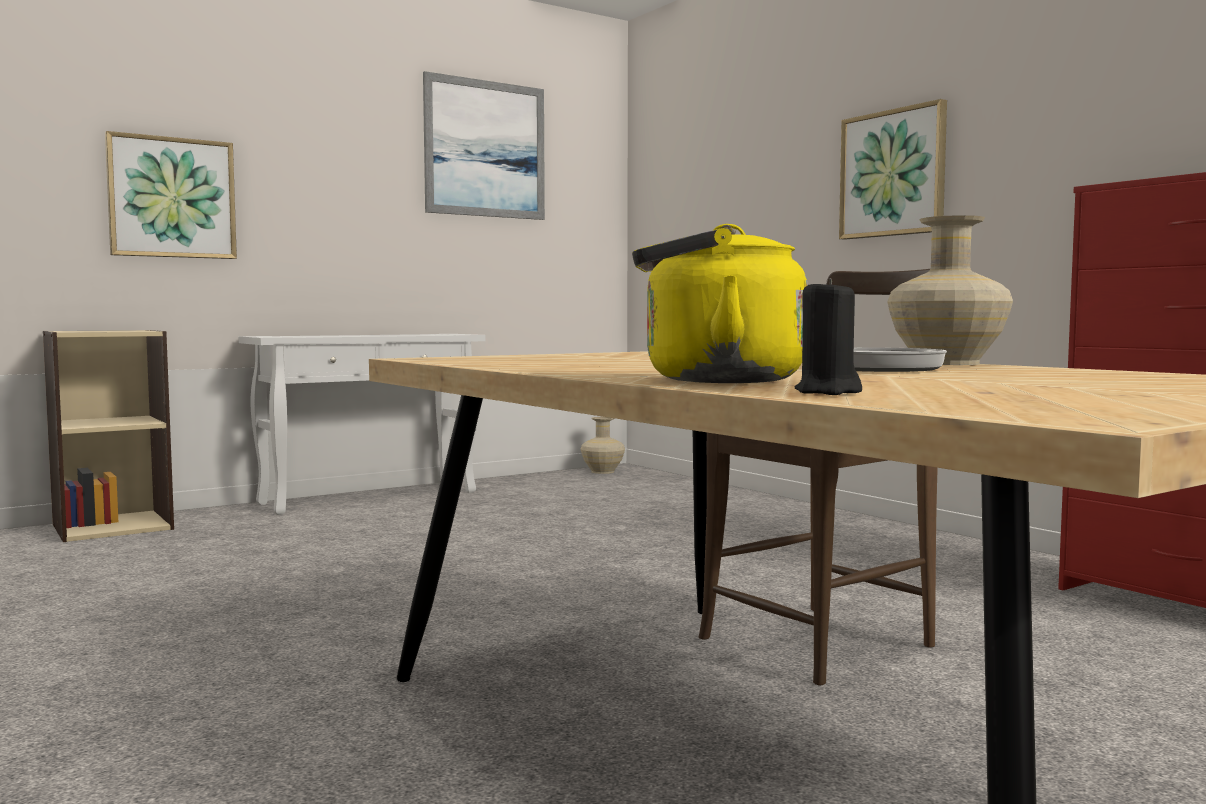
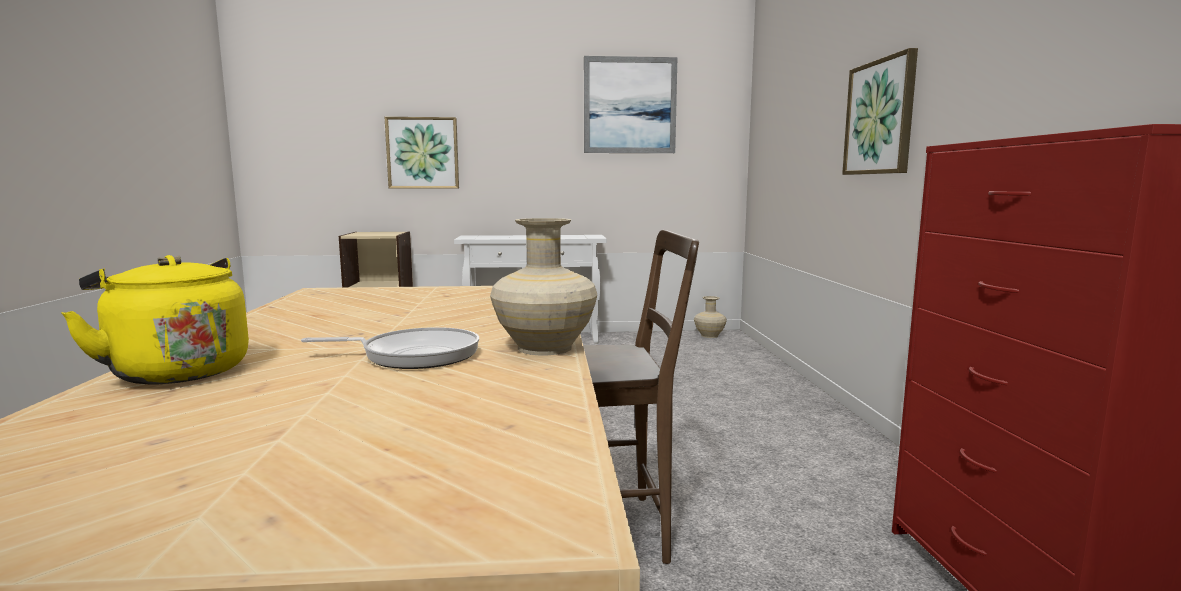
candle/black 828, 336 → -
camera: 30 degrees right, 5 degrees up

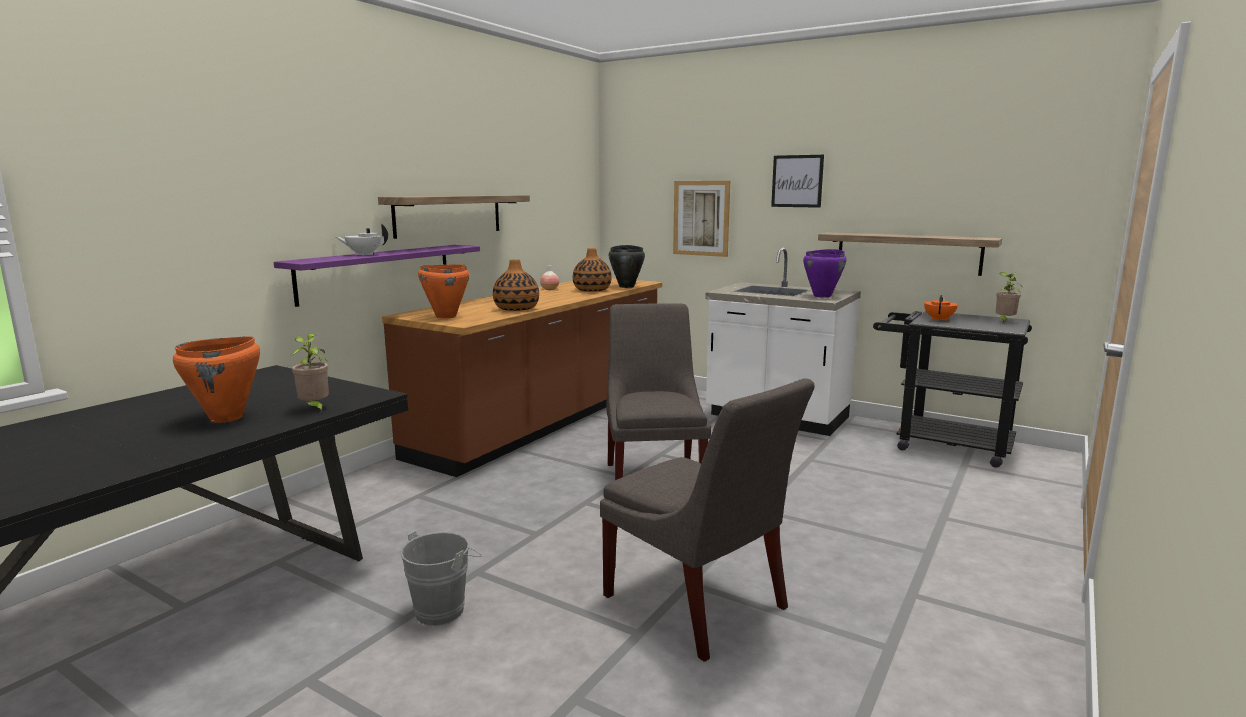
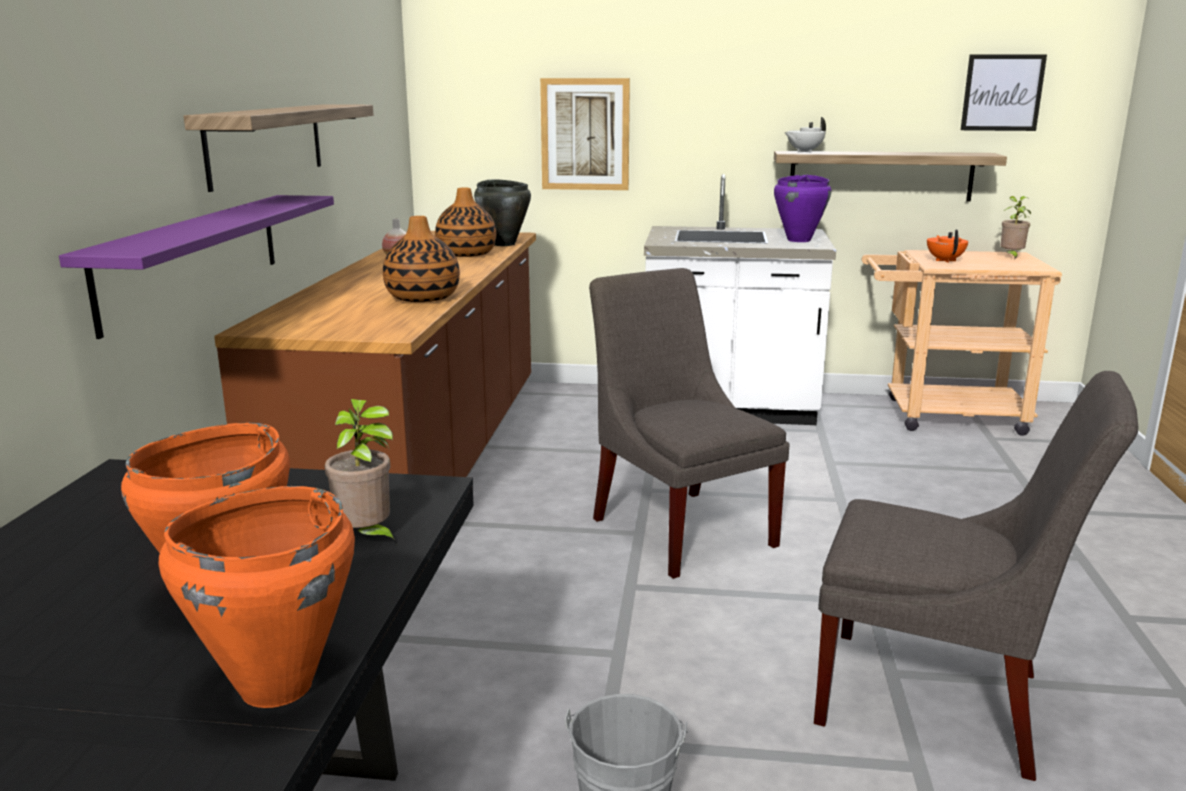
cooking pot/orange 443, 291 → cooking pot/orange 257, 597, move
teapot/white 362, 240 → teapot/white 805, 135, move
cart/black 952, 389 → cart/beige 962, 343
picture 797, 181 → picture 1004, 92, move
camera: 25 degrees left, 5 degrees up

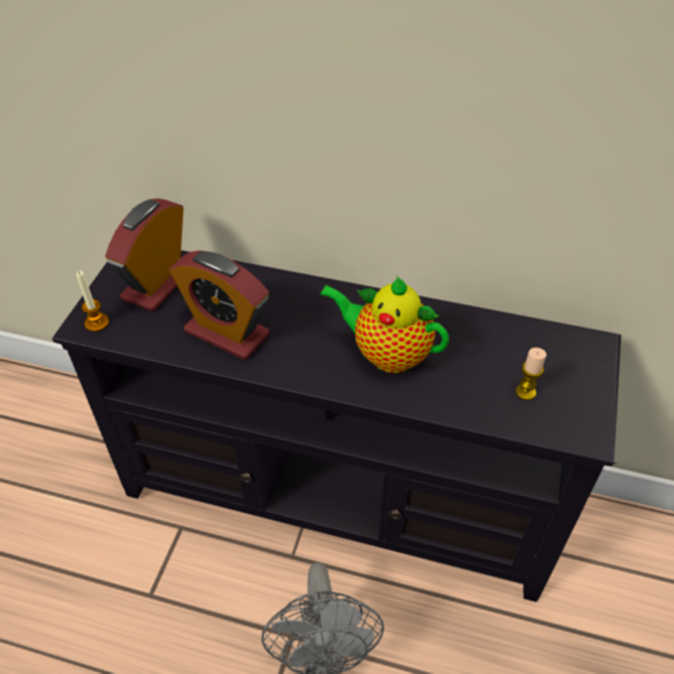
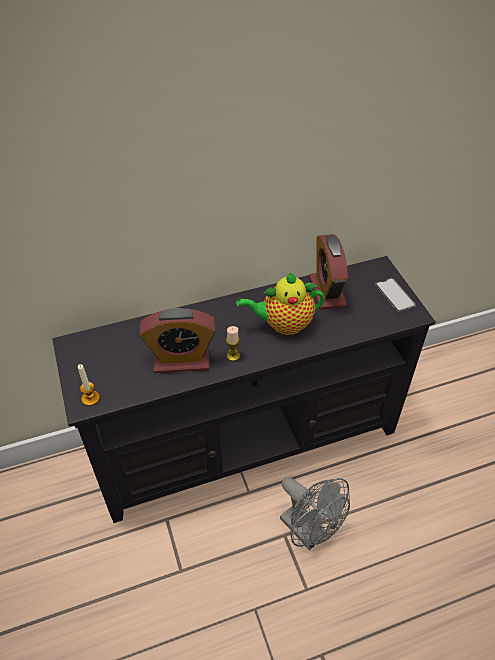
candle 531, 374 → candle 233, 343, move
alarm clock 144, 254 → alarm clock 328, 272, move
- → phone 395, 295
camera: 35 degrees left, 0 degrees up

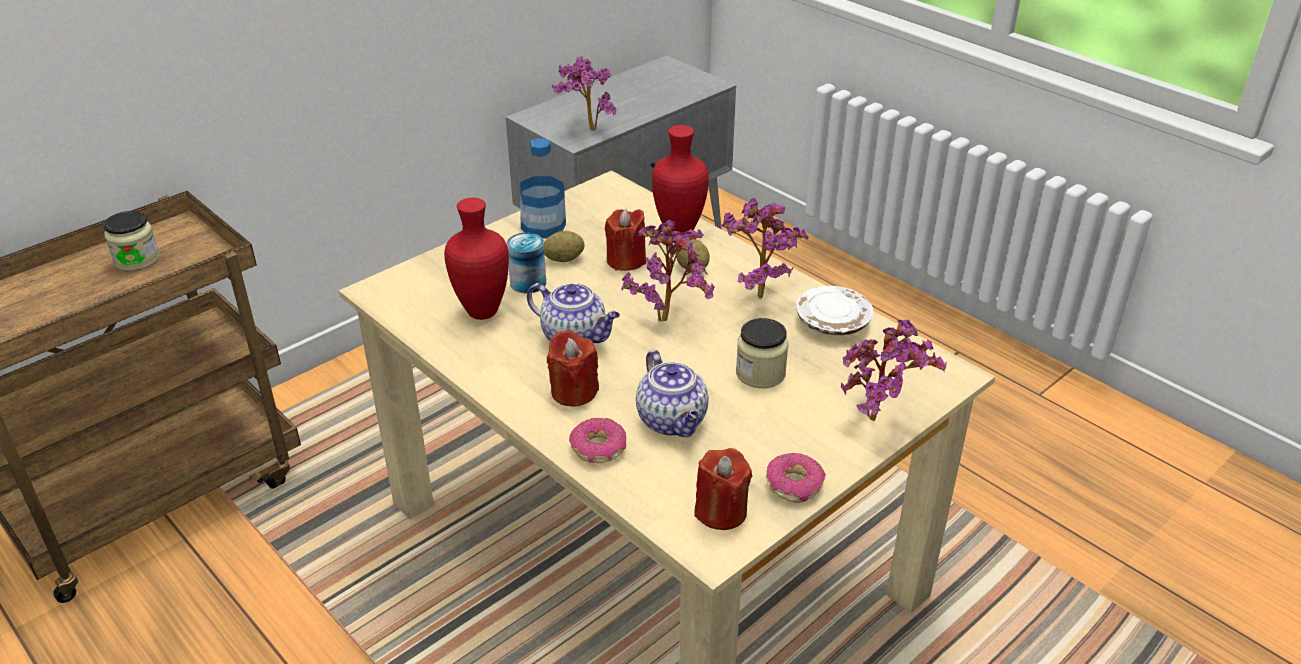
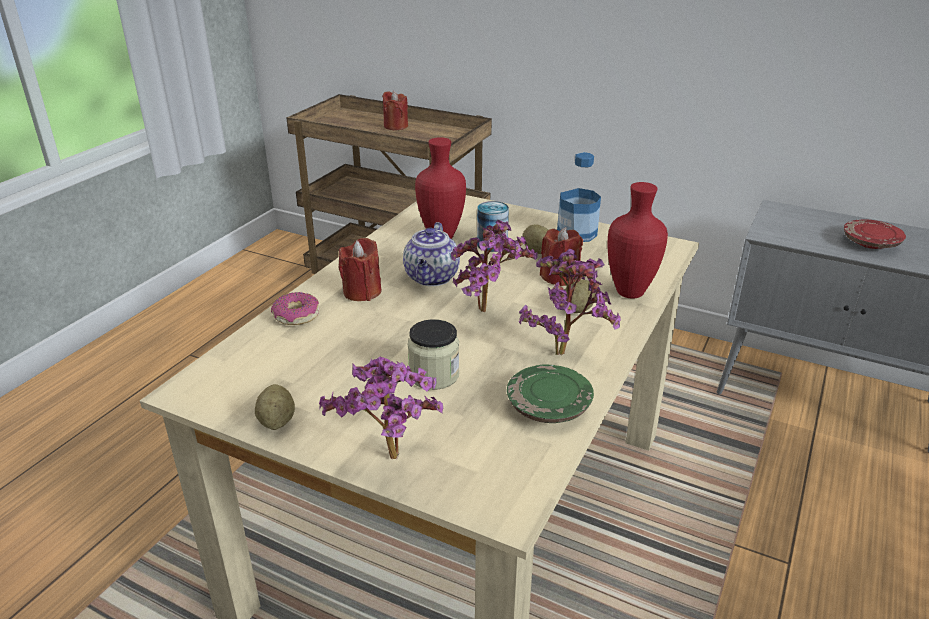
donut 796, 478 → potato 275, 407
candle/red 723, 489 → candle/red 395, 110, move
plate/white 834, 311 → plate/green 550, 394
- → plate/red 875, 234
jar 131, 241 → -
potted plant 584, 93 → -
teapot 672, 393 → -
camera: 70 degrees right, 5 degrees down

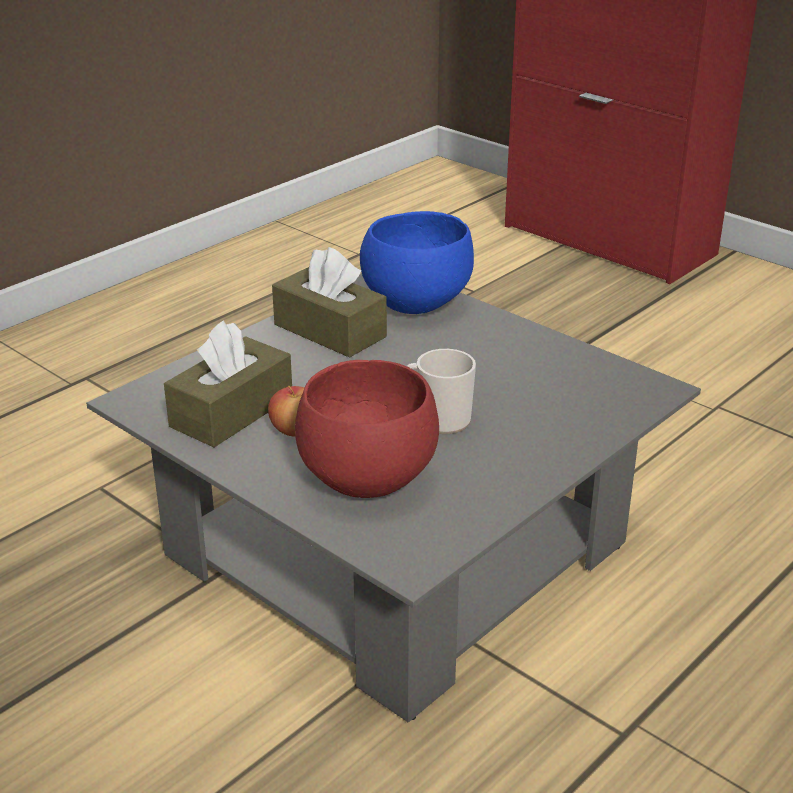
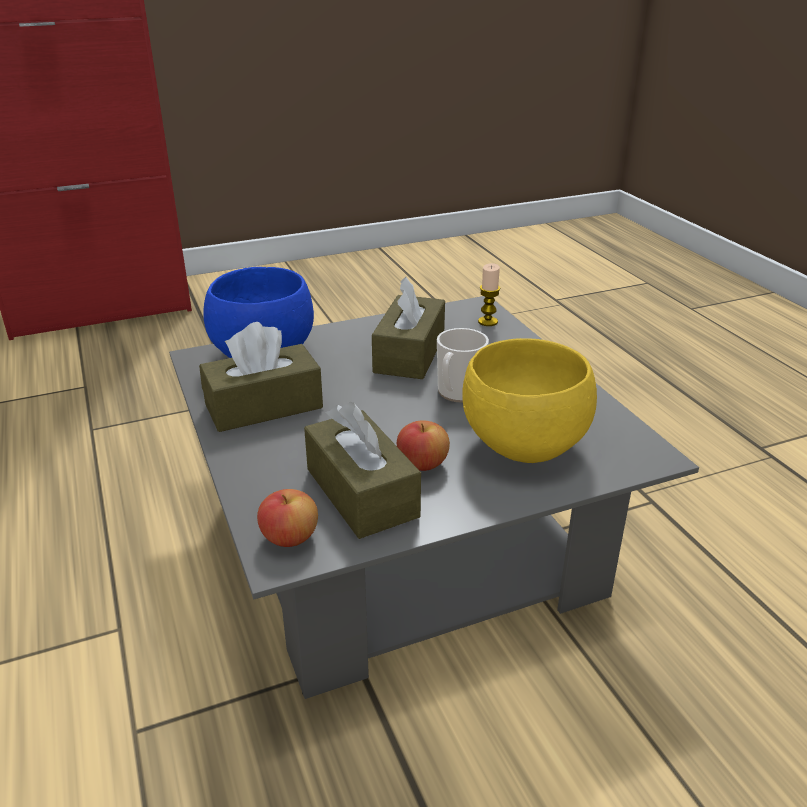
- → apple 287, 518
- → tissue box/brown 408, 328
bowl/red 367, 429 → bowl/yellow 529, 400
- → candle 489, 294
camera: 65 degrees left, 0 degrees up

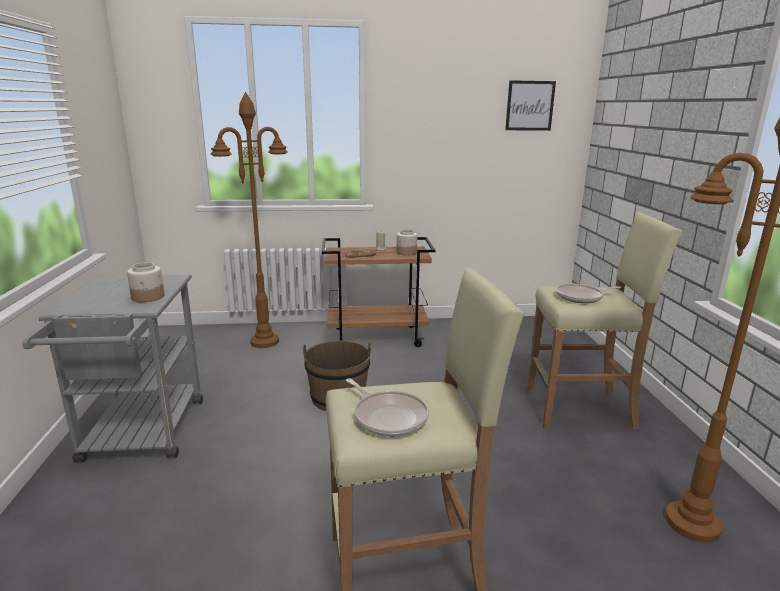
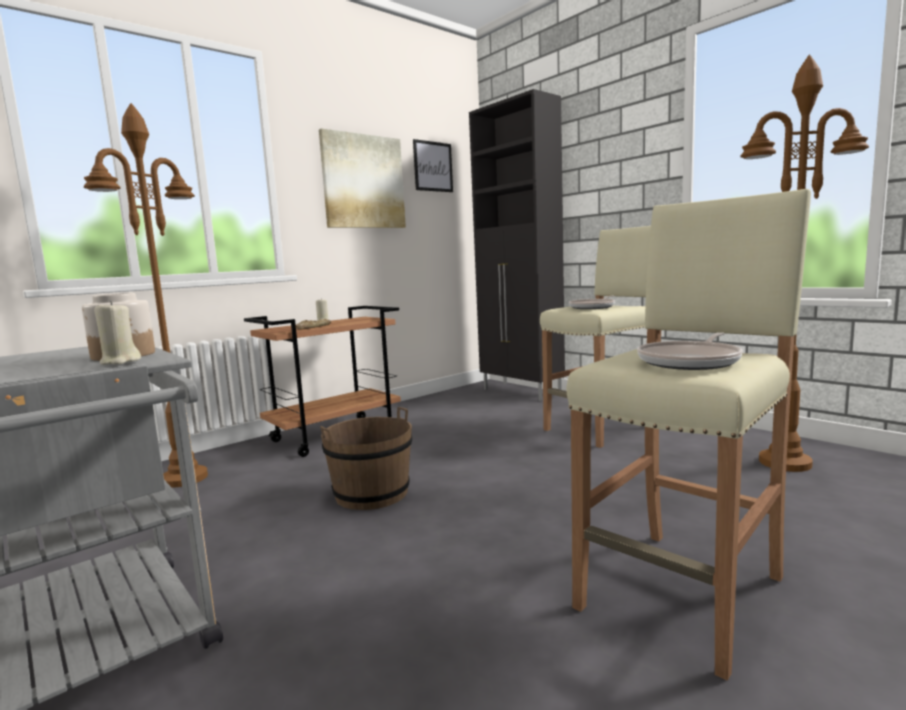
- → candle/beige 117, 333
- → picture 362, 178
- → cabinet/black 517, 245
frying pan 387, 407 → frying pan 690, 351, 120 degrees clockwise
jar 406, 243 → -
camera: 35 degrees left, 10 degrees down

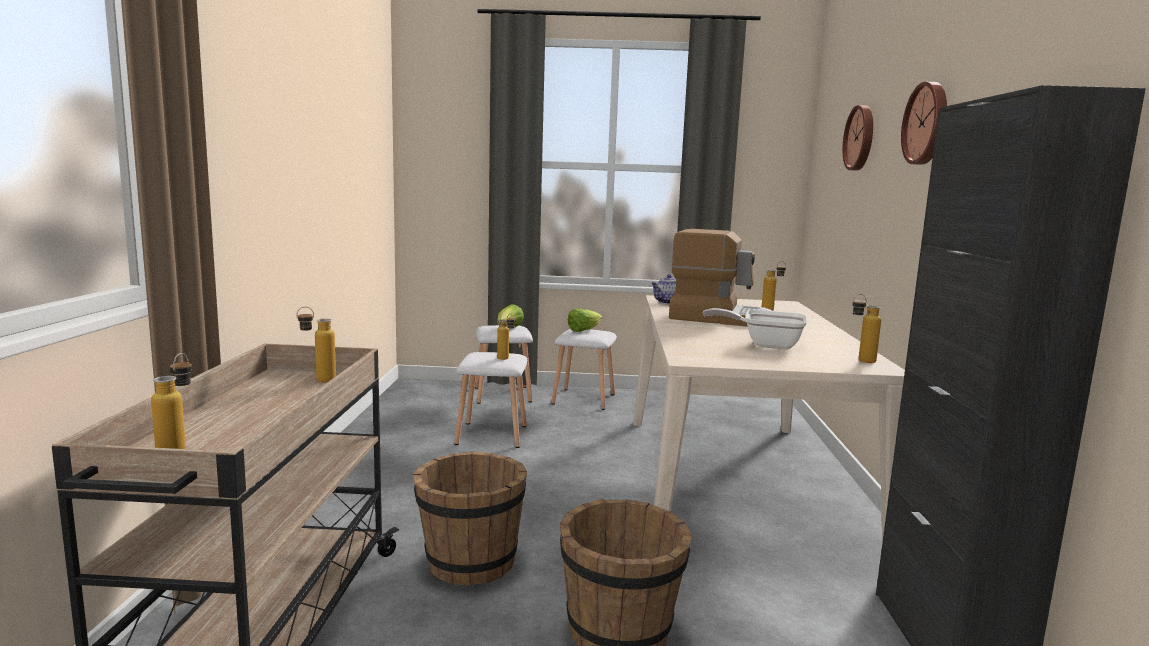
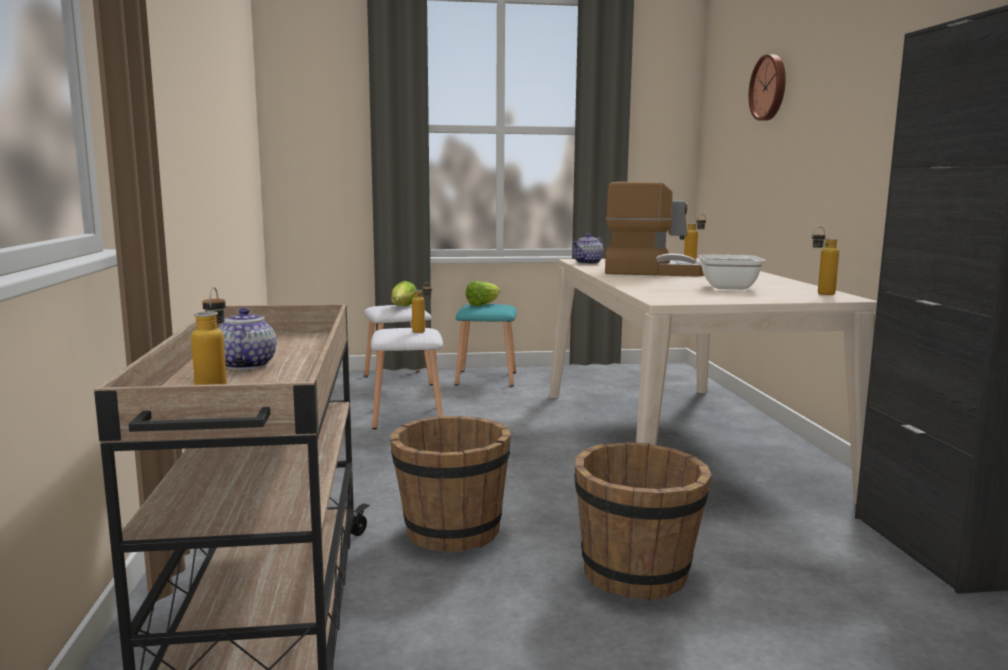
- → teapot 247, 339
stool/white 584, 369 → stool/turquoise 486, 345
bottle 316, 345 → -
wall clock 924, 123 → -
camera: 10 degrees left, 0 degrees up

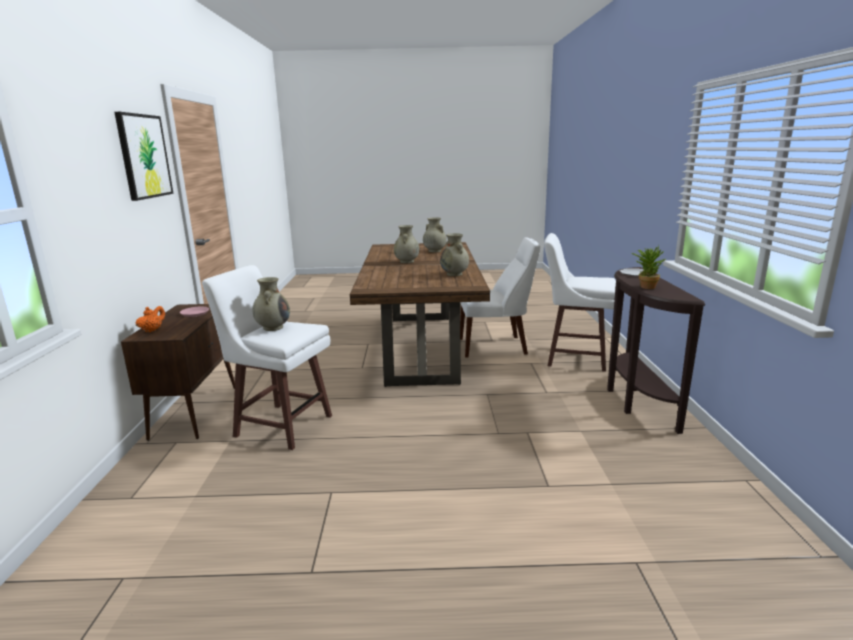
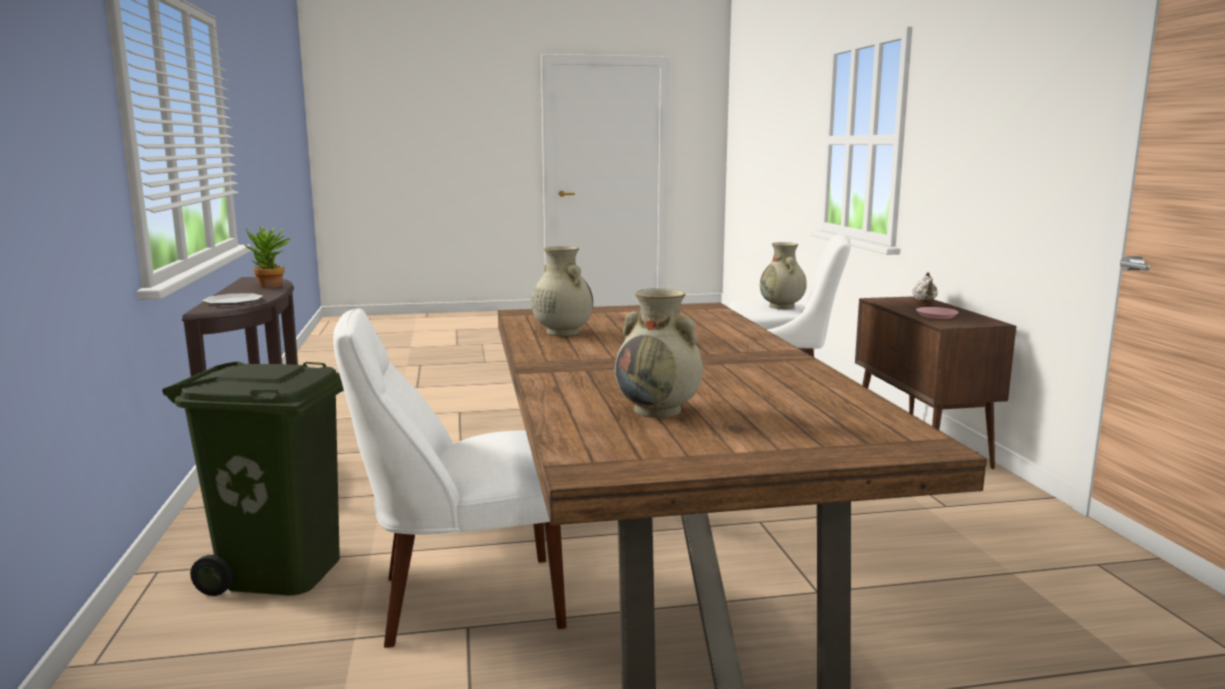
stool/white 580, 302 → trash can/green 253, 478
teapot/orange 150, 319 → teapot/white 925, 287
picture 143, 156 → -
vase/beige 406, 244 → -
camera: 170 degrees right, 5 degrees down

